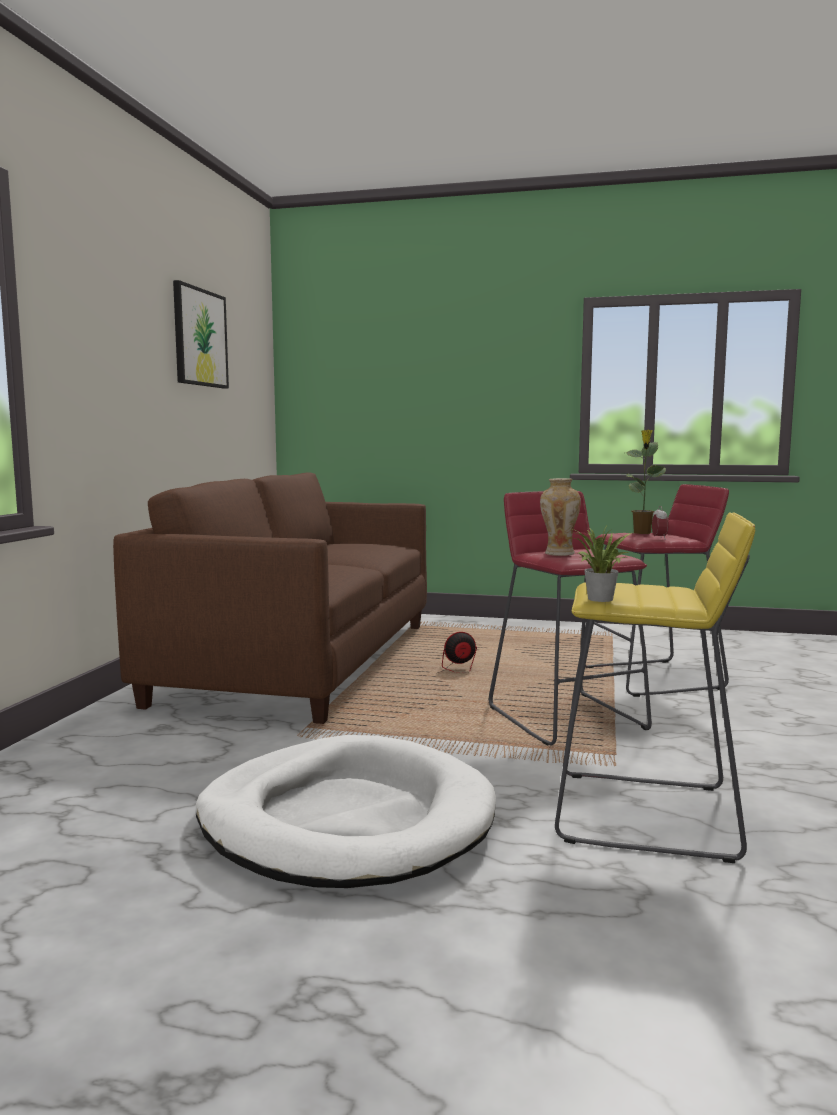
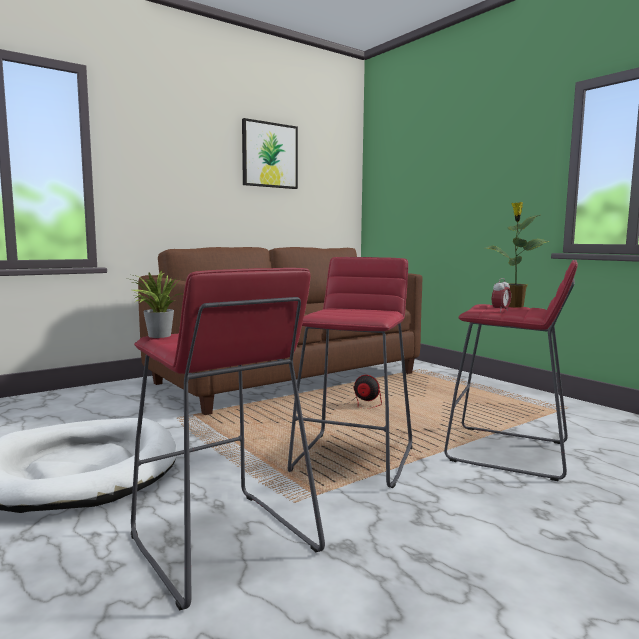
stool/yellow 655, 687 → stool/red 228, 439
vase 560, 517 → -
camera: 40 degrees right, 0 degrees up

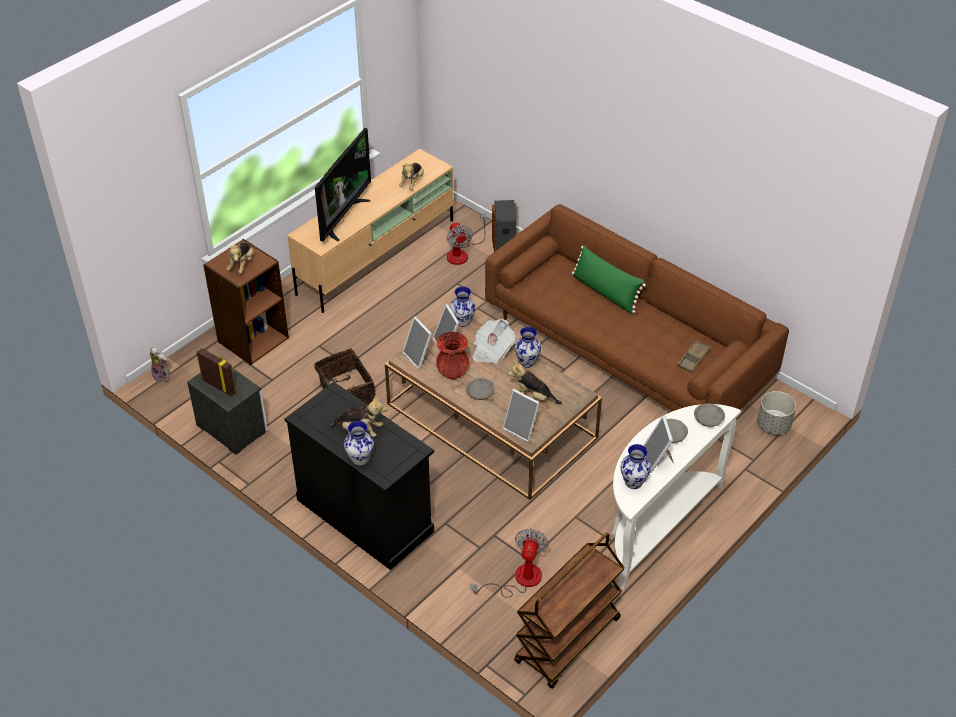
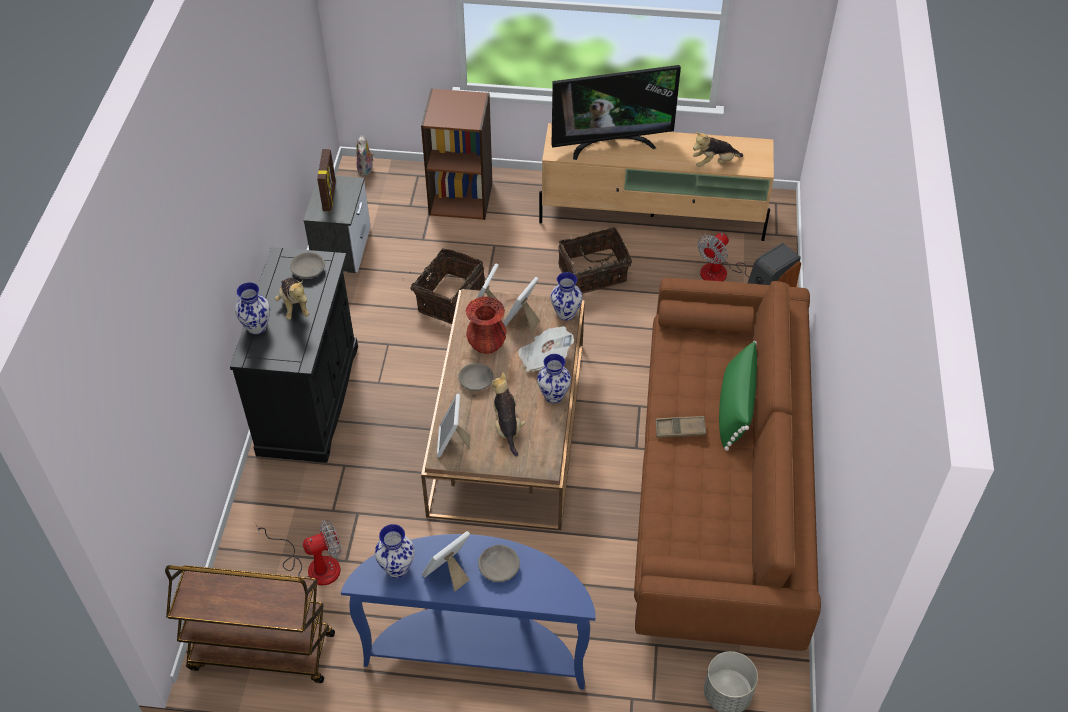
bowl/grey 709, 415 → bowl/grey 307, 265, move
console table/white 676, 496 → console table/blue 468, 612
- → basket 595, 260
tray/brown 694, 356 → tray/brown 680, 427, move
plush toy 240, 258 → -
camera: 55 degrees right, 5 degrees up

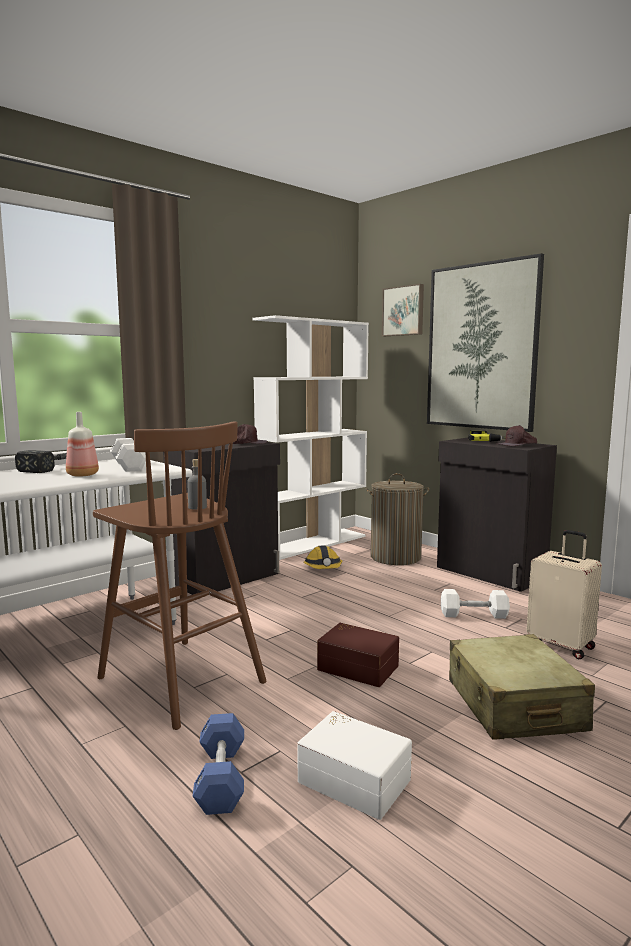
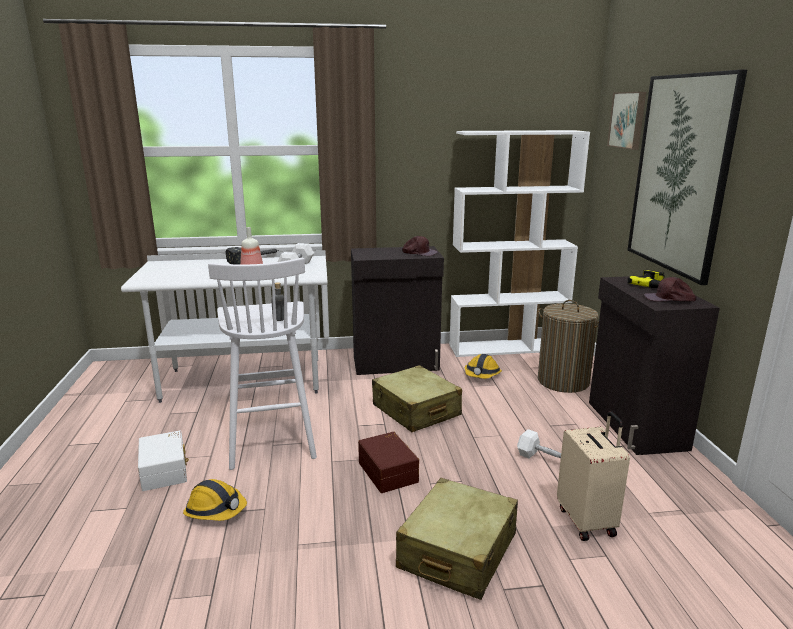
storage box/white 355, 765 → storage box/white 163, 461, move
dumbbell/blue 218, 764 → hard hat 215, 500
stool/brown 180, 575 → stool/white 262, 364
- → suitcase/beige 417, 398
camera: 35 degrees right, 10 degrees up

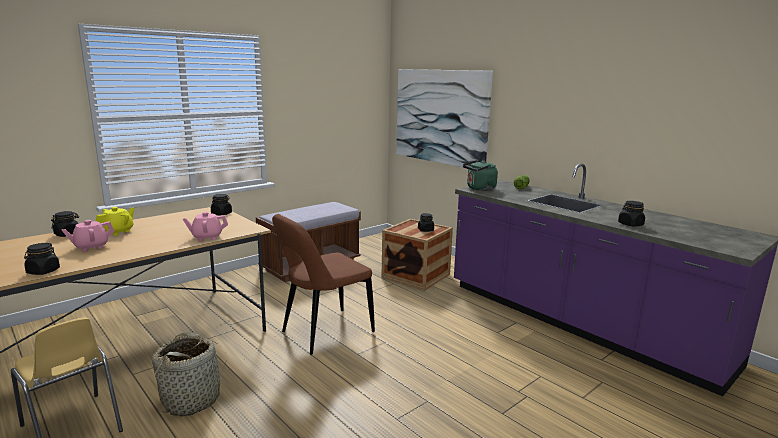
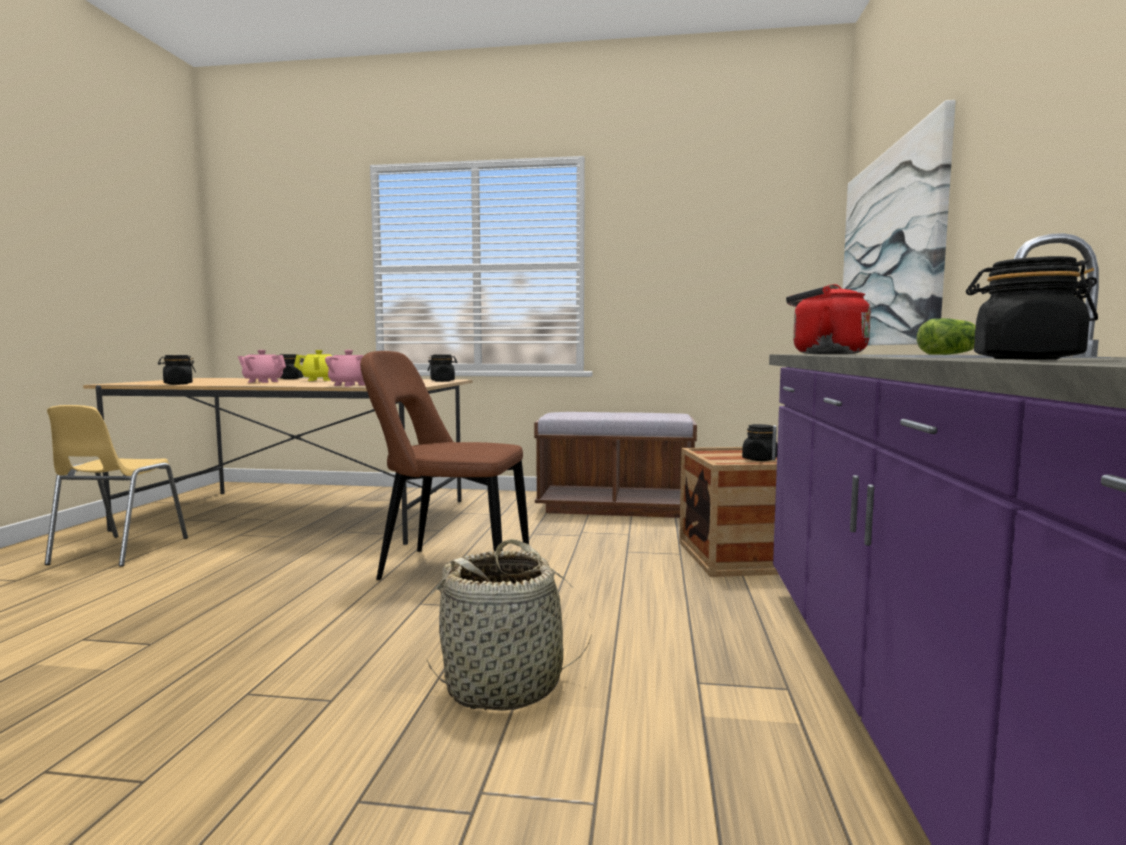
basket 189, 374 → basket 509, 624, move
kettle/green 480, 175 → kettle/red 828, 319
camera: 50 degrees right, 10 degrees down

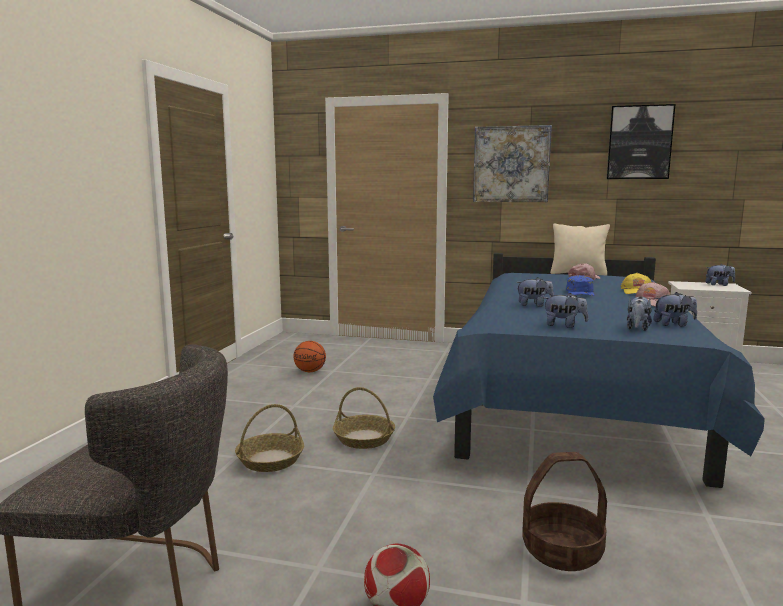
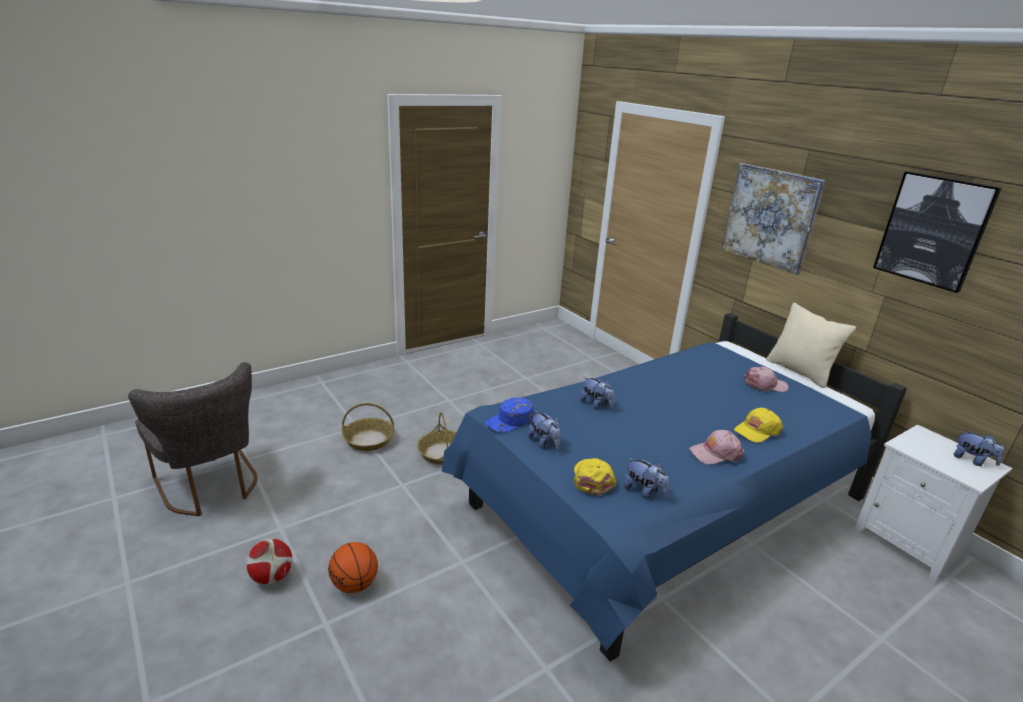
basketball 309, 356 → basketball 353, 567, move
cap/blue 580, 285 → cap/blue 509, 415, move
plush toy 639, 313 → cap/yellow 595, 477
basket 564, 511 → -
camera: 40 degrees right, 15 degrees up

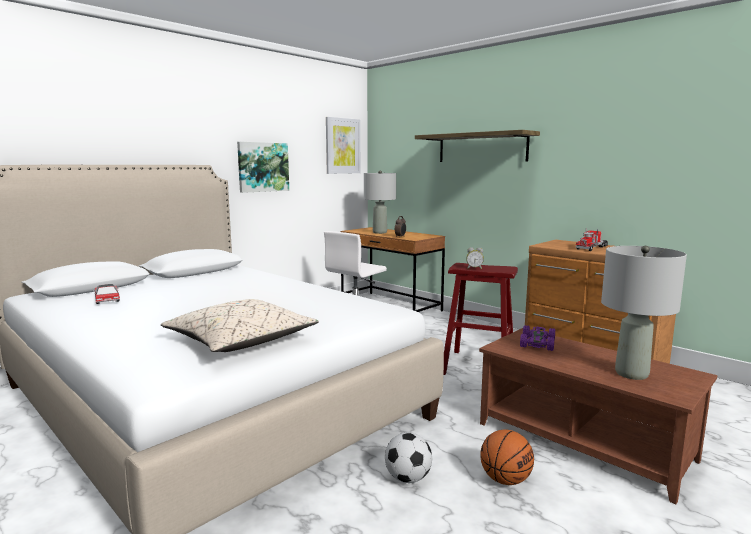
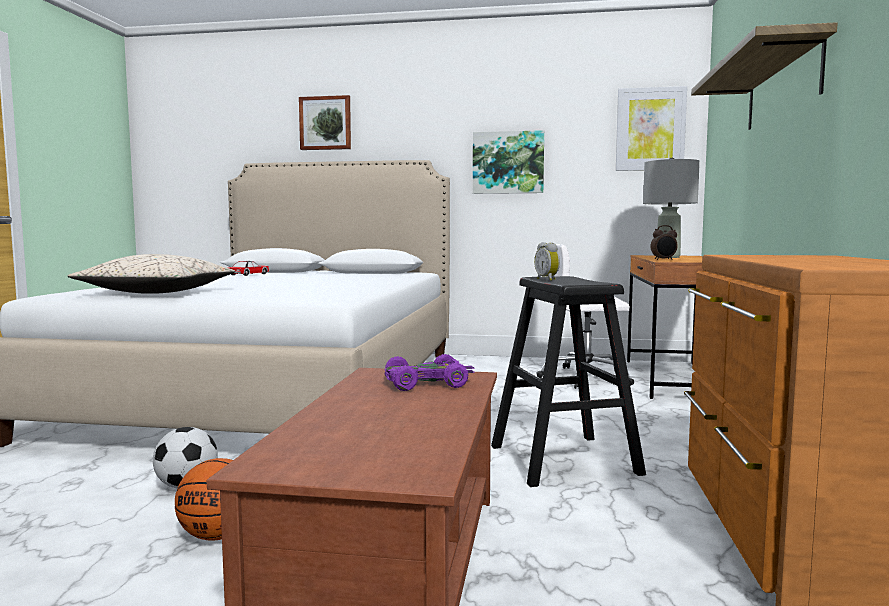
- → picture 325, 122
stool/red 480, 319 → stool/black 568, 381
toy truck 592, 239 → -
table lamp/grey 644, 313 → -
camera: 55 degrees right, 5 degrees down

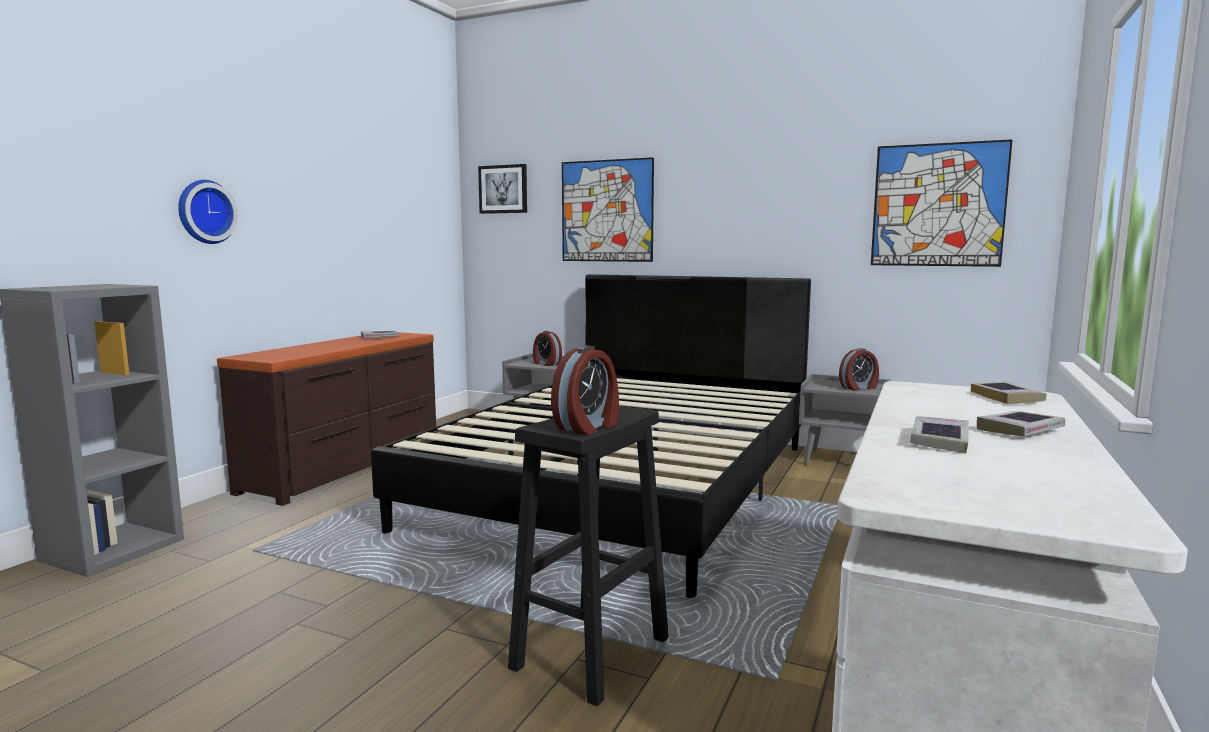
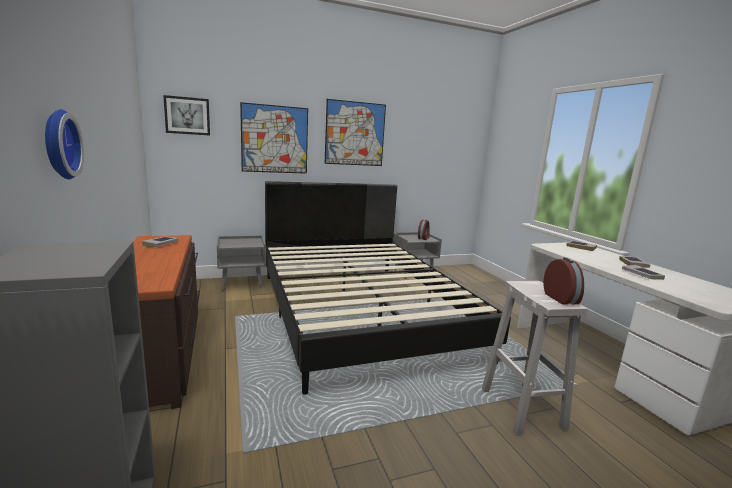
picture 942, 203 → picture 355, 132, move
stool/black 588, 555 → stool/white 535, 358
alarm clock 547, 348 → -
camera: 45 degrees left, 5 degrees up

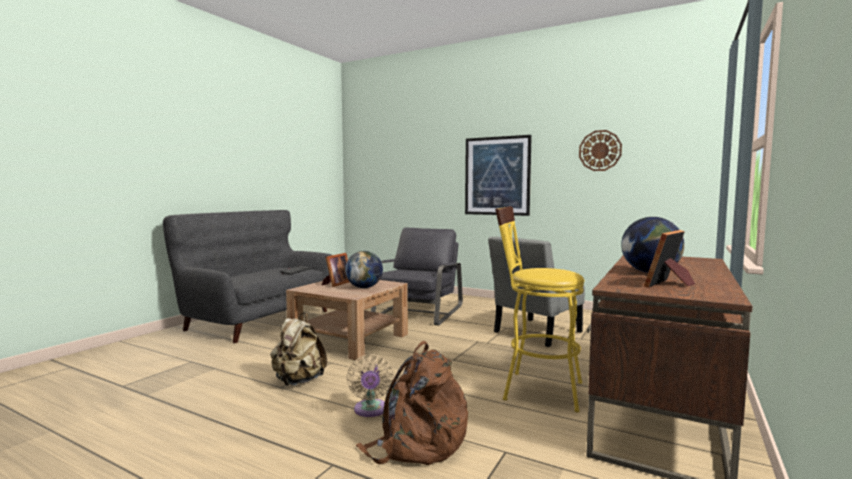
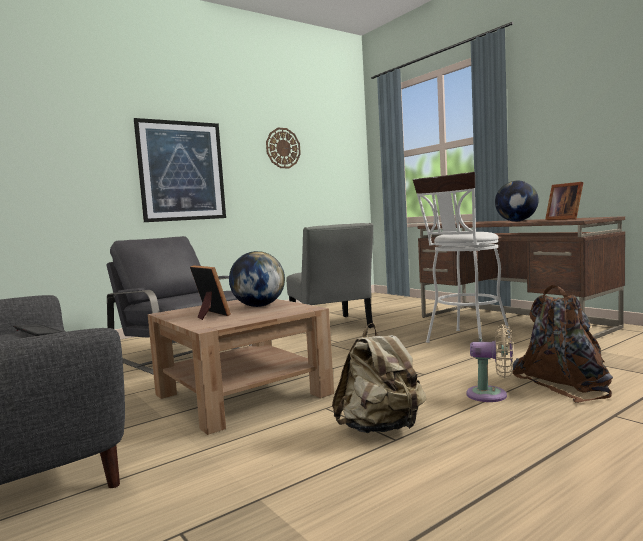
stool/yellow 539, 309 → stool/white 461, 257
camera: 65 degrees left, 0 degrees up

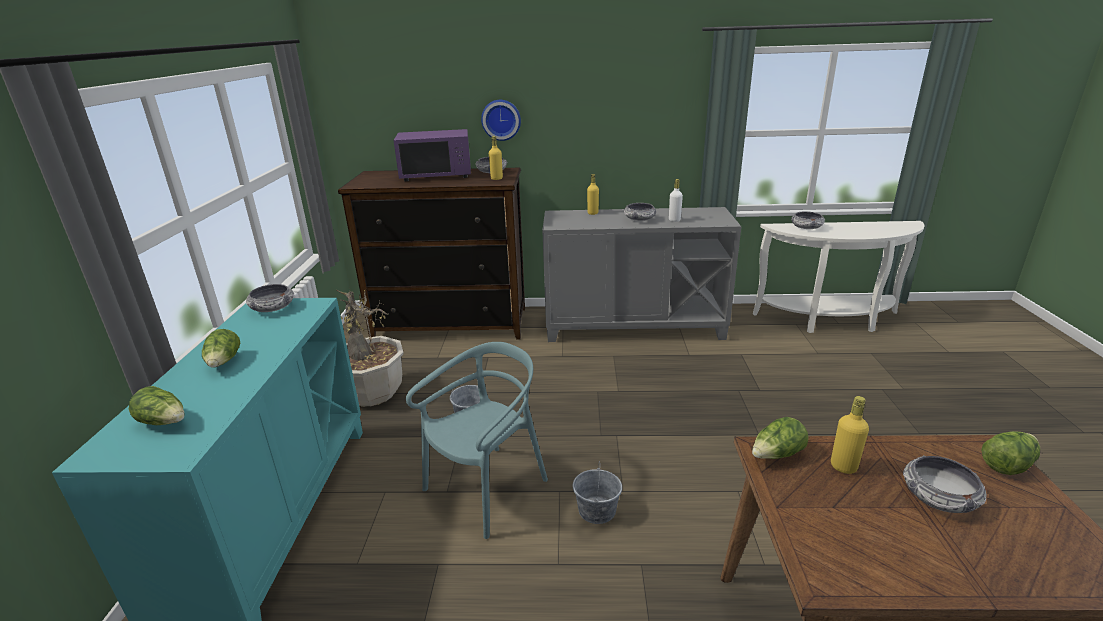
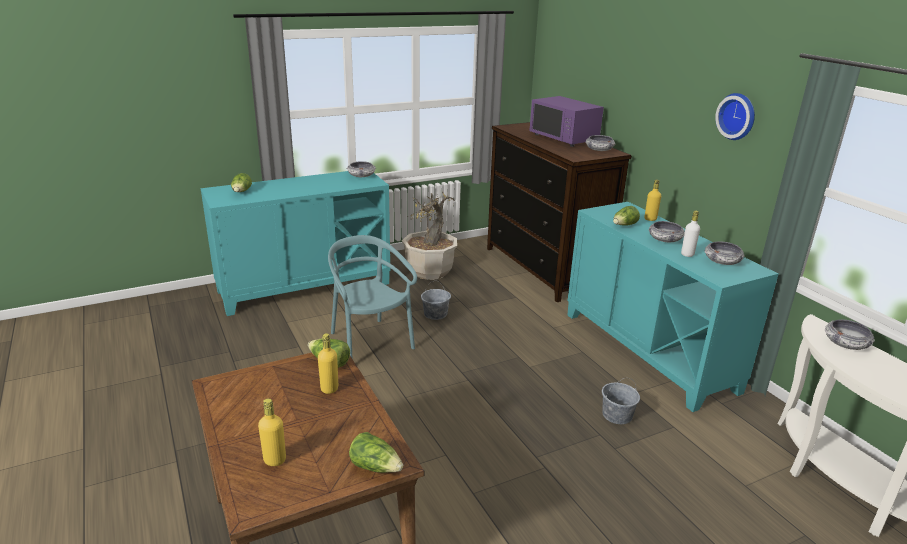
bottle/yellow 496, 158 → bottle/yellow 272, 432, move
chair/turquoise 477, 440 → chair/turquoise 372, 296, 135 degrees counterclockwise
cabinet/grey 641, 274 → cabinet/turquoise 673, 307
bucket/grey 597, 492 → bucket/grey 621, 401, move
lettuce 221, 348 → lettuce 626, 216, move
bowl 944, 484 → bowl 724, 253, move
wall clock 501, 120 → wall clock 735, 116, move
camera: 60 degrees right, 0 degrees up

